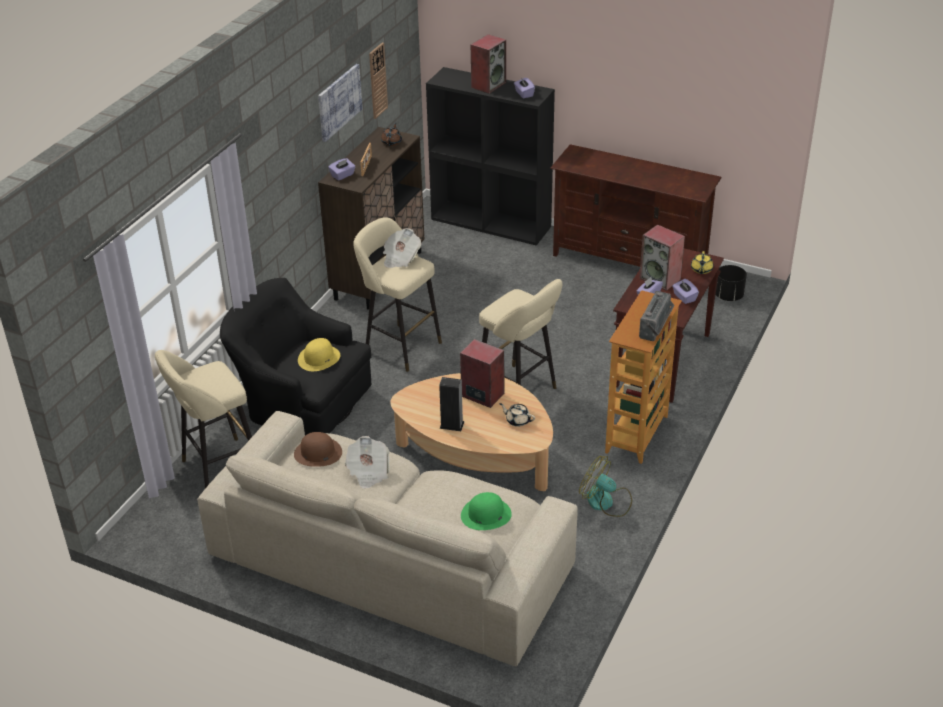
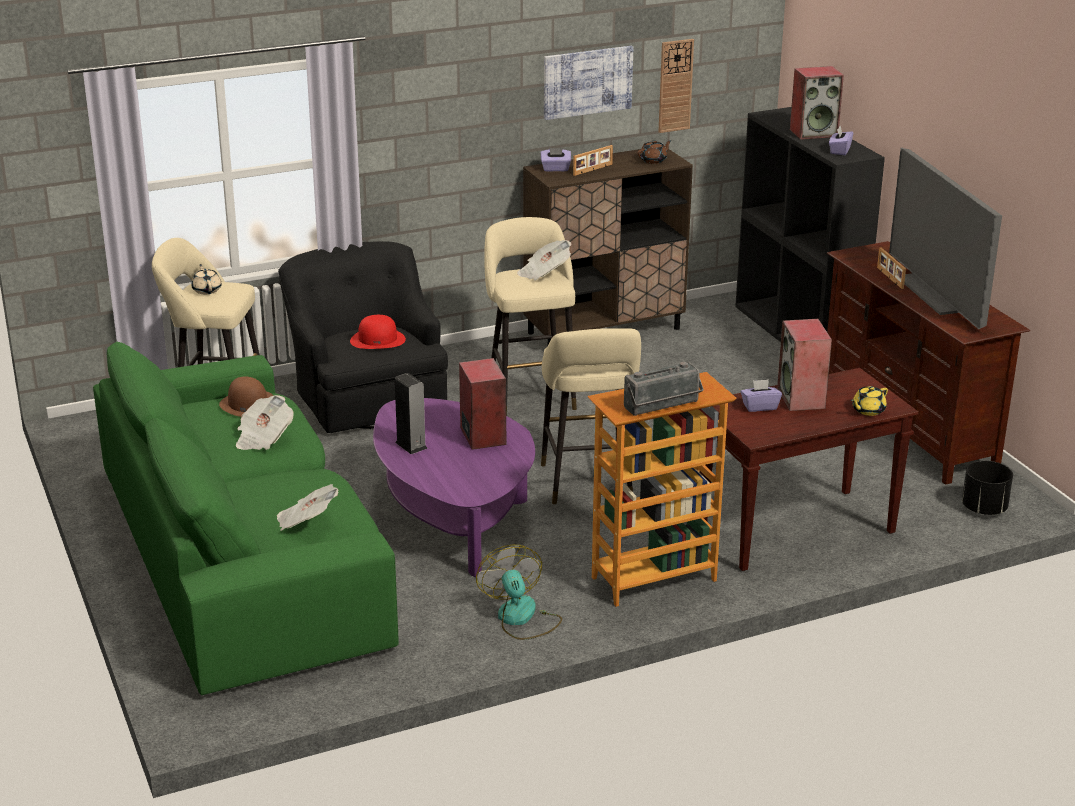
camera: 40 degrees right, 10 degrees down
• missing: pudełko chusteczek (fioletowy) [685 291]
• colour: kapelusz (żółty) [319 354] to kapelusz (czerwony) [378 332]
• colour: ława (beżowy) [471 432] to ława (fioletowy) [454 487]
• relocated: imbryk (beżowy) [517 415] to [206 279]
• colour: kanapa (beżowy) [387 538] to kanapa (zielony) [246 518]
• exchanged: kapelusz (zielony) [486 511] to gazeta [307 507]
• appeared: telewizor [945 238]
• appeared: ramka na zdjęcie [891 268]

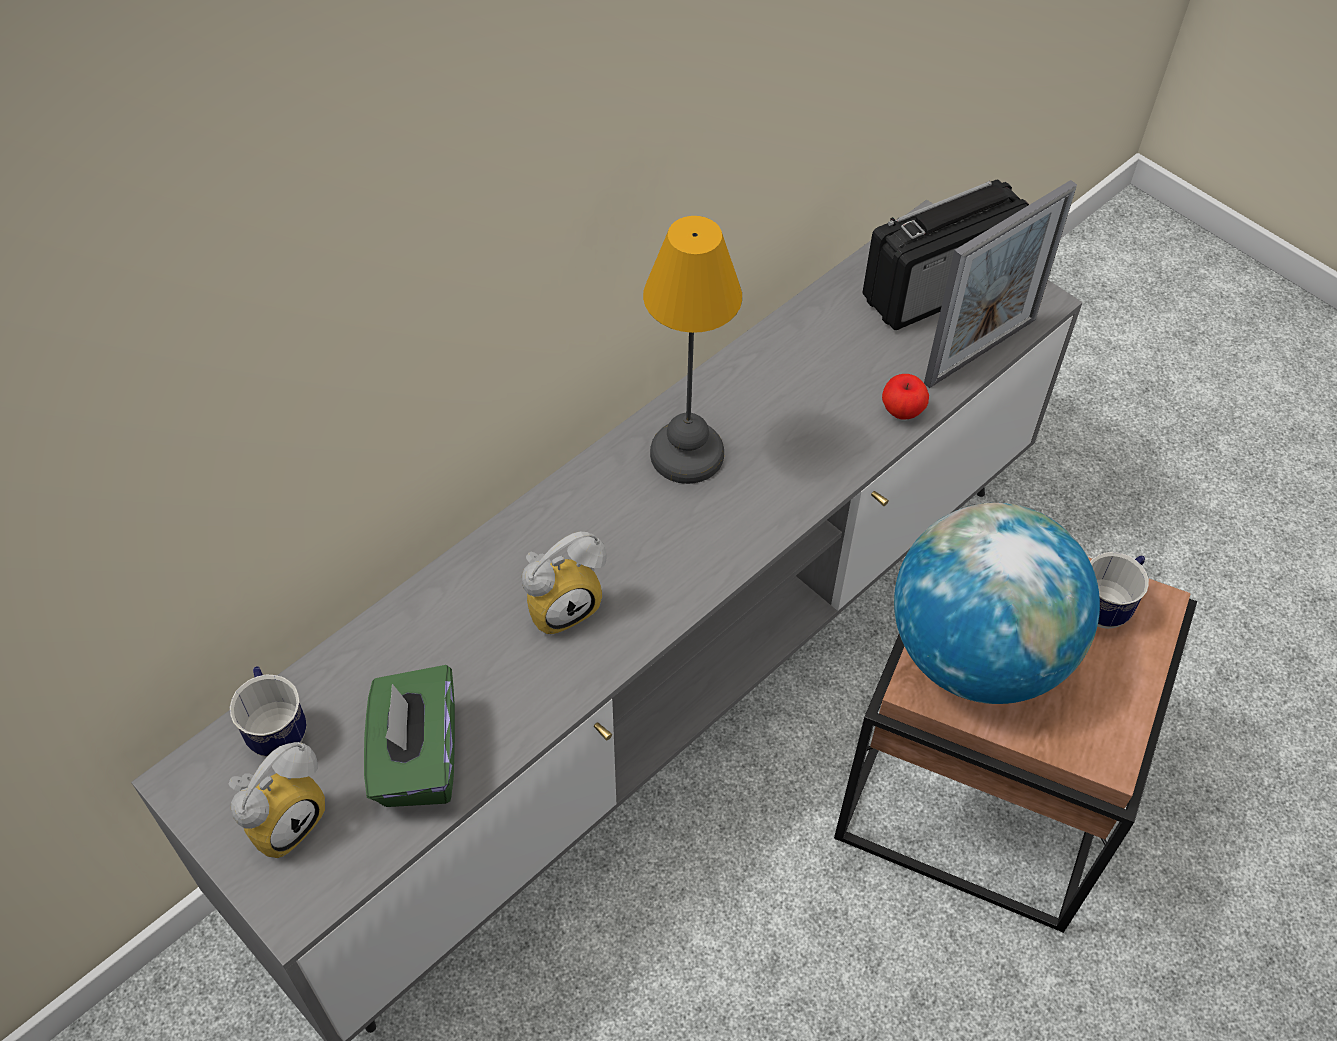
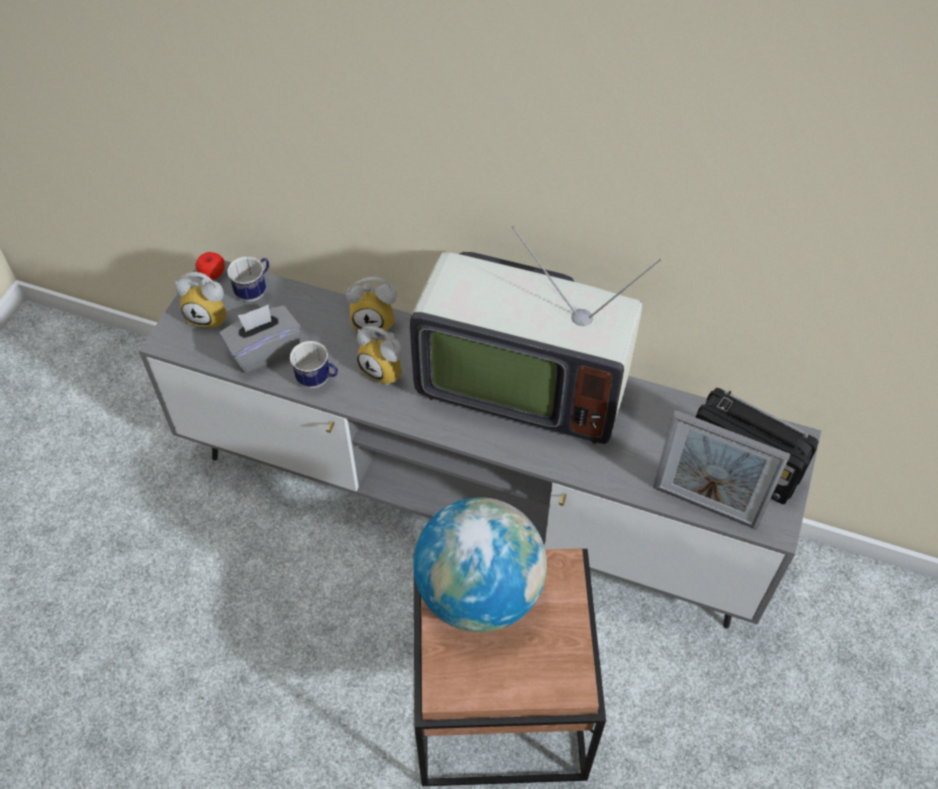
camera: 65 degrees right, 0 degrees up
• exchanged: lampa stołowa [692 350] to telewizor [536 335]
• relocated: jabłko [905 397] to [210 266]
• relocated: kubek [1119 590] to [314 364]
• colour: pudełko chusteczek (zielony) [409 736] to pudełko chusteczek (szary) [260 339]
• appeared: budzik [371 304]

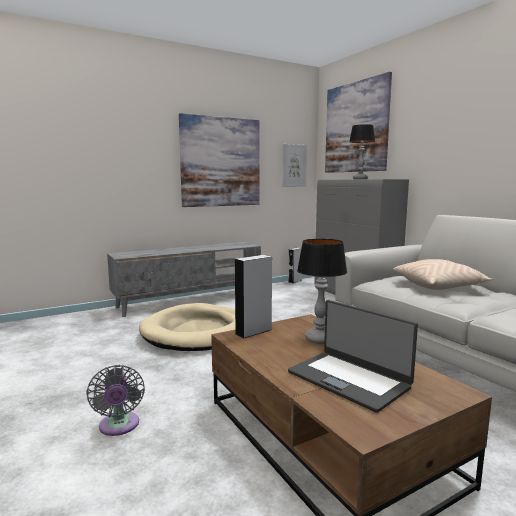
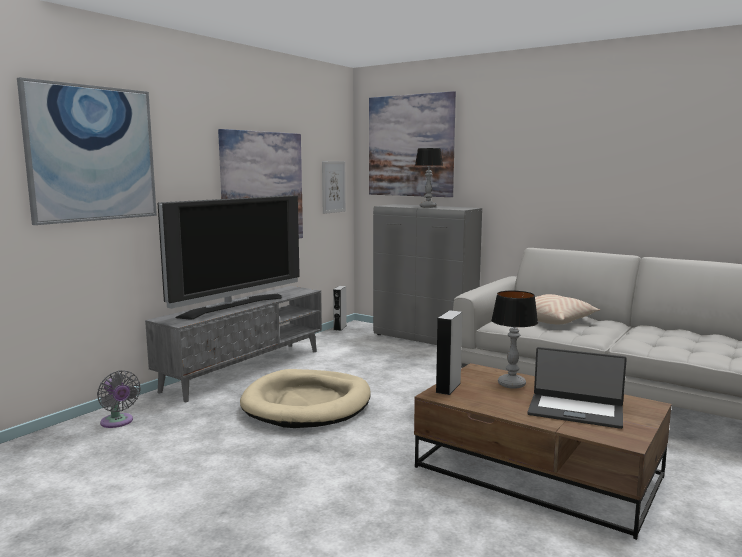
camera: 25 degrees left, 0 degrees up
• relocated: wentylator (szary) [115 400] to [119 399]
• appeared: obraz [87 151]
• appeared: telewizor [229 257]

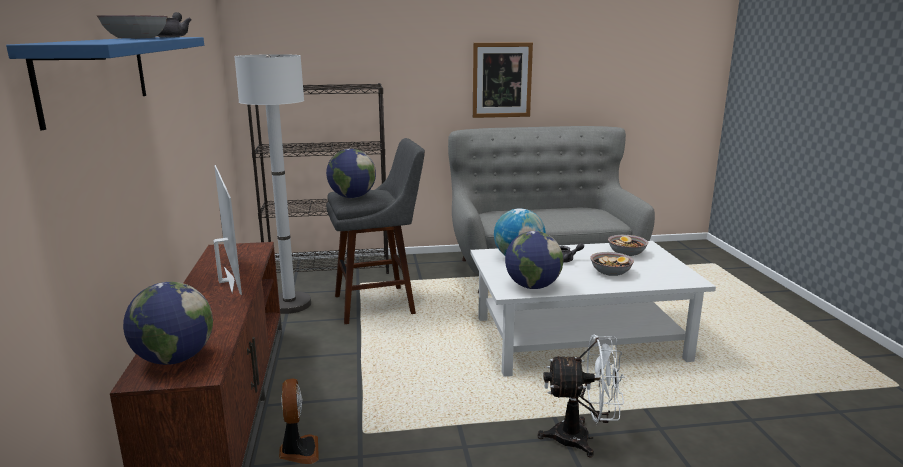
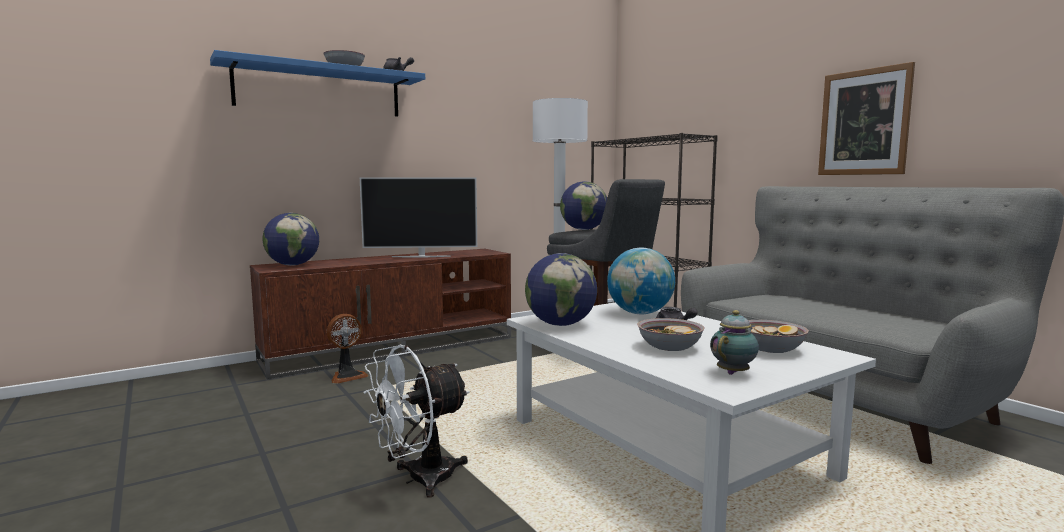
camera: 65 degrees right, 10 degrees down
• spun: telewizor [227 230] = [418 217] 45 degrees clockwise
• spun: wentylator (biały) [581 396] = [416 421] 75 degrees clockwise
• appeared: imbryk [734 342]

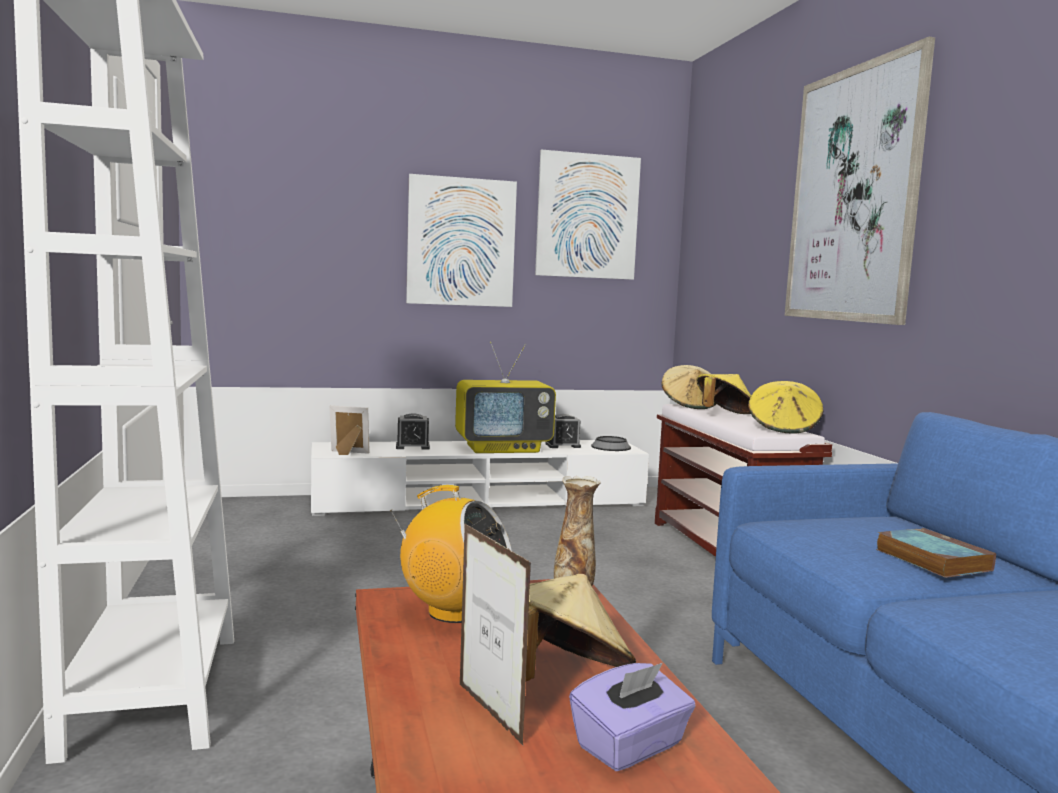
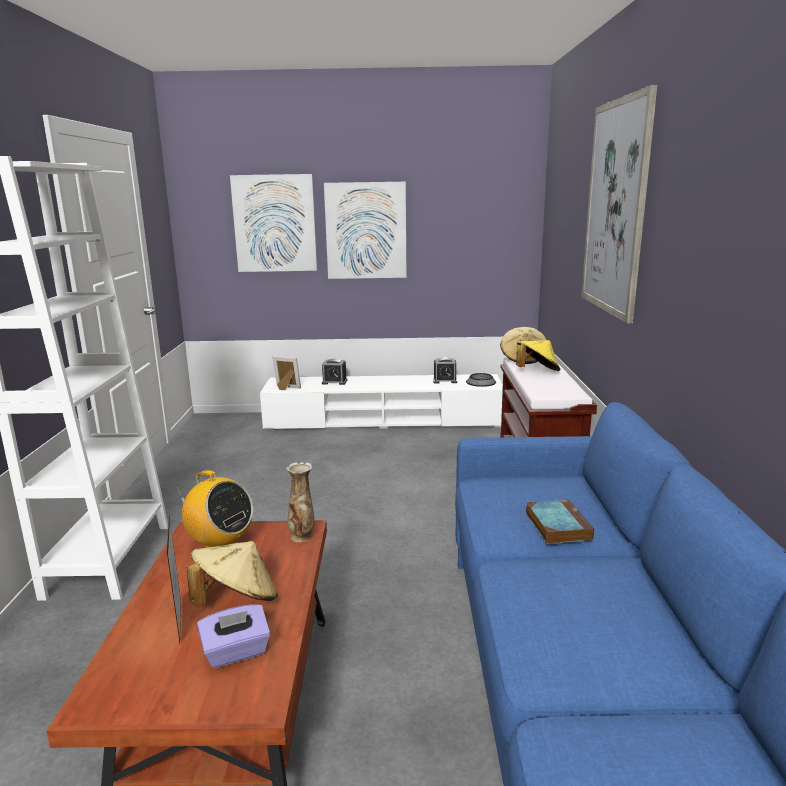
camera: 15 degrees right, 10 degrees up
• relocated: obraz [588 214] to [273 223]
• missing: telewizor [505 397]
• missing: kapelusz (żółty) [785 407]

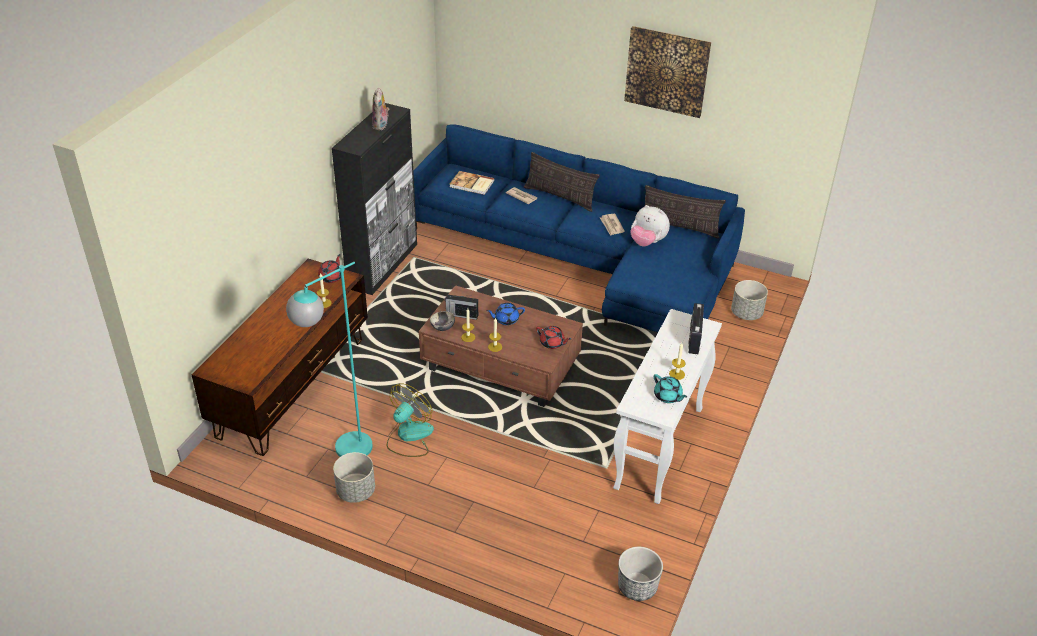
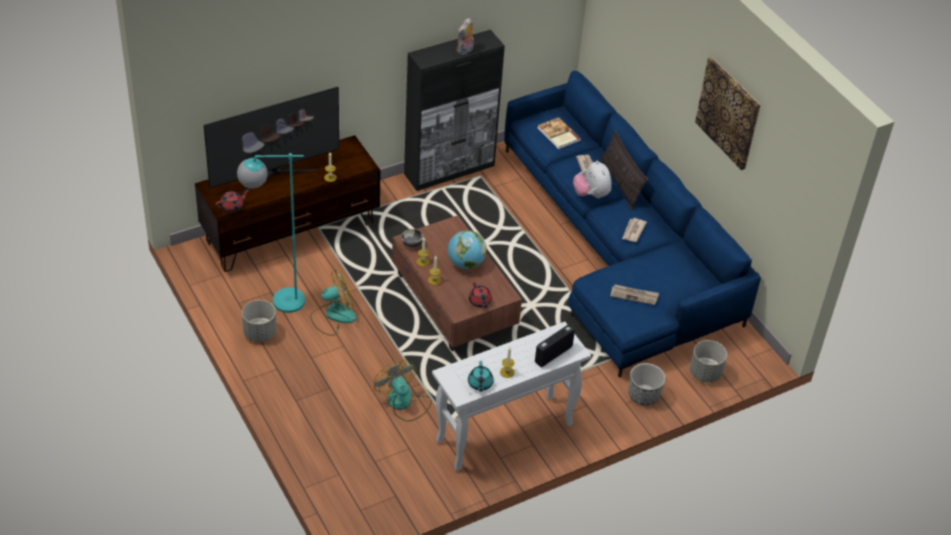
camera: 35 degrees right, 5 degrees up
• missing: poduszka [685 211]
• relocated: pluszak [650 225] to [592 179]
• relocated: imbryk (czerwony) [329 268] to [232 201]
• missing: radio [461 307]
• exchanged: imbryk (niebieski) [506 314] to globus [467 249]
• relocated: donica [640 574] to [647 384]
• appeared: telewizor [271 140]
• appeared: gazeta [634 294]
• appeared: wentylator [403 391]

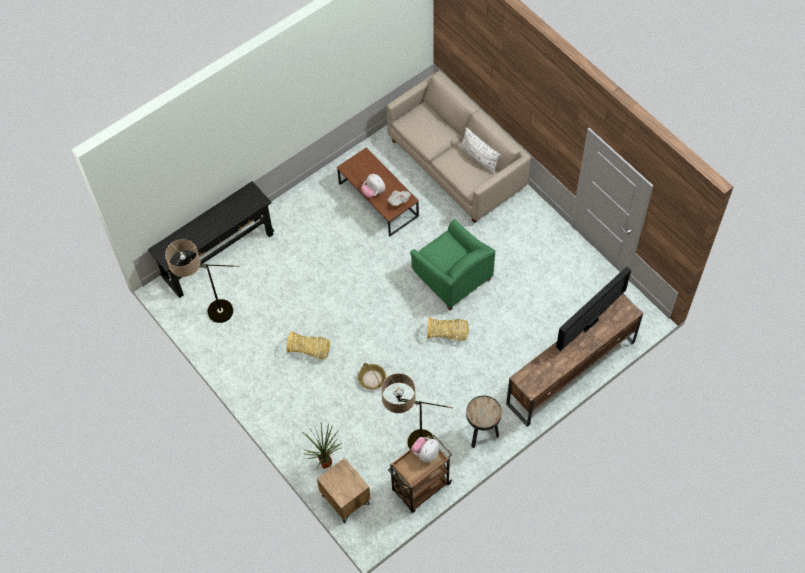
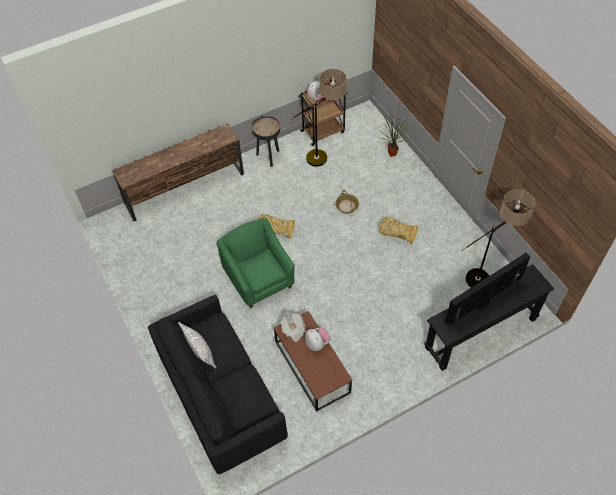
camera: 170 degrees left, 5 degrees down
• colour: kanapa (beżowy) [459 147] to kanapa (czarny) [218 385]
• relocated: telewizor [593 309] to [488 289]
• missing: szafka nocna (brązowy) [344 490]

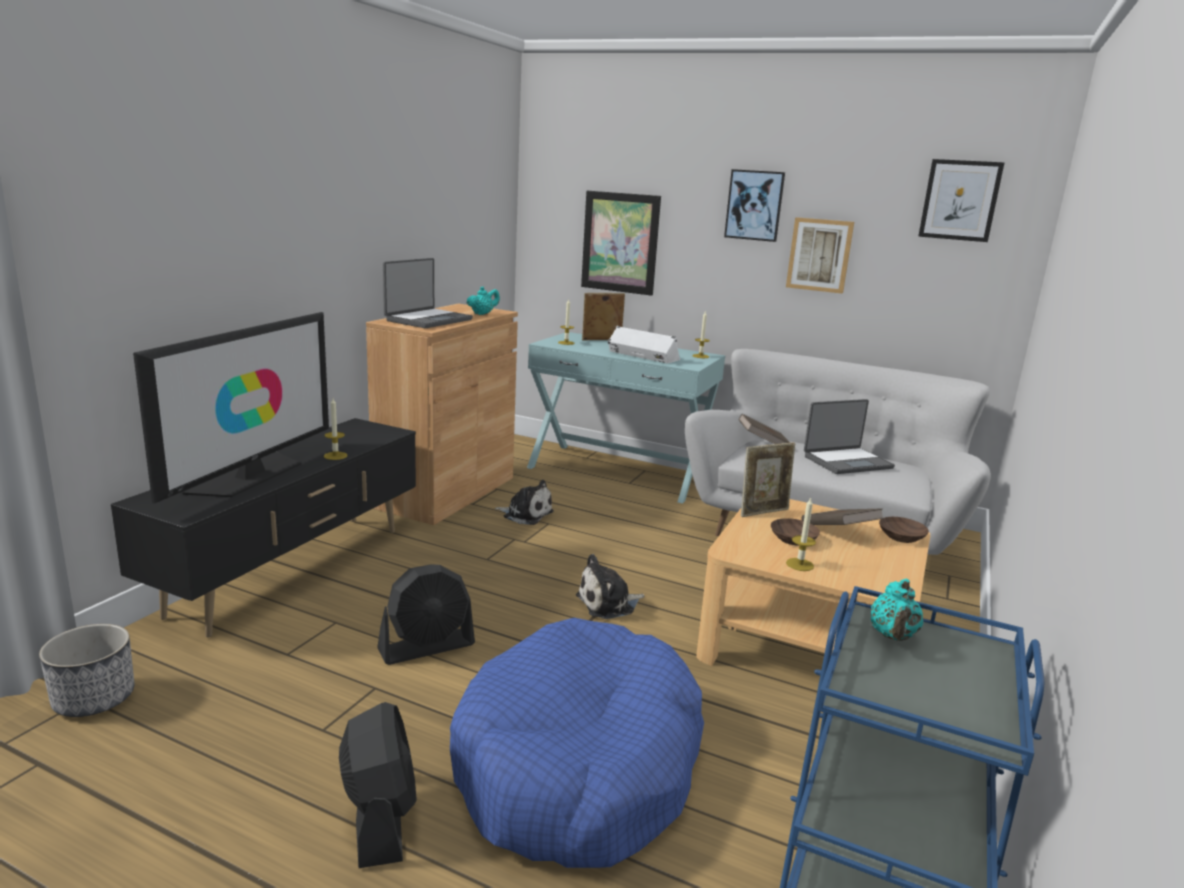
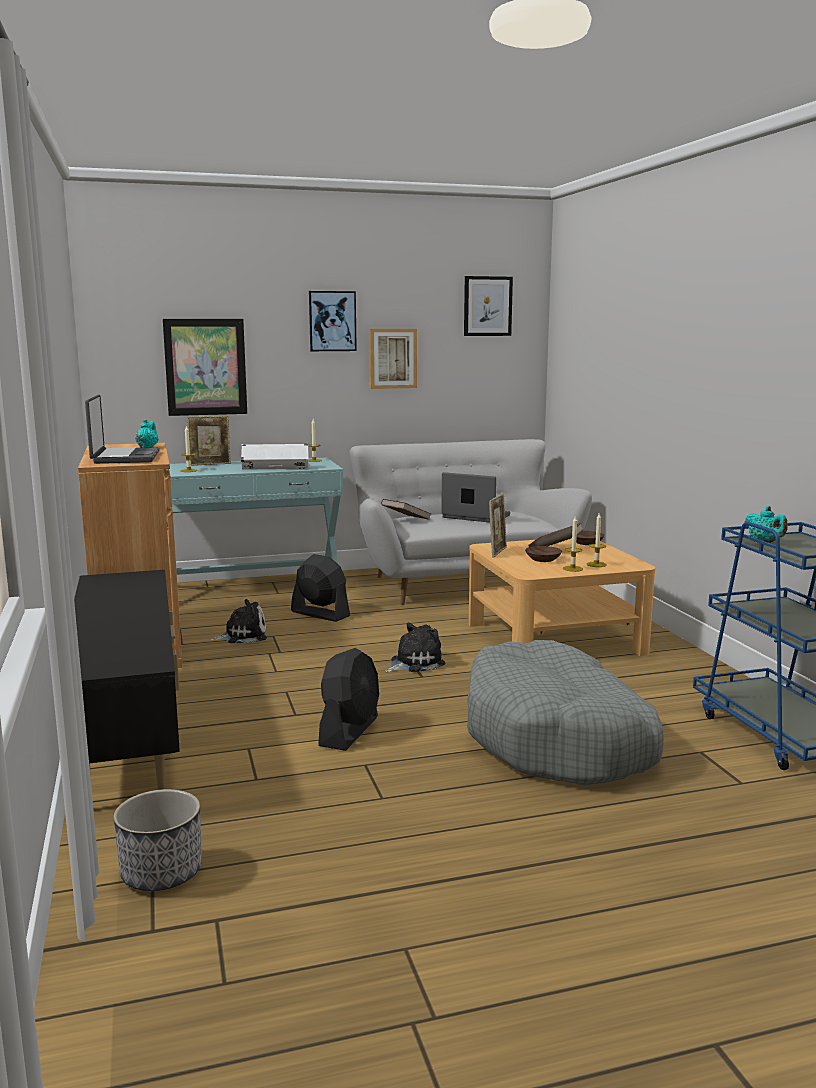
camera: 40 degrees left, 5 degrees down
• spun: ramka na zdjęcie [603 316] = [209 441] 150 degrees counterclockwise
• missing: telewizor [231 408]
• relocated: świeca [335 429] to [596 540]
• spun: laptop [849 436] = [475 497] 90 degrees counterclockwise
• spun: pluszak [610 586] = [415 648] 150 degrees counterclockwise
• colour: legowisko (niebieski) [577 743] to legowisko (szary) [565 712]
• relocated: wentylator (czarny) [378 785] to [320 588]

